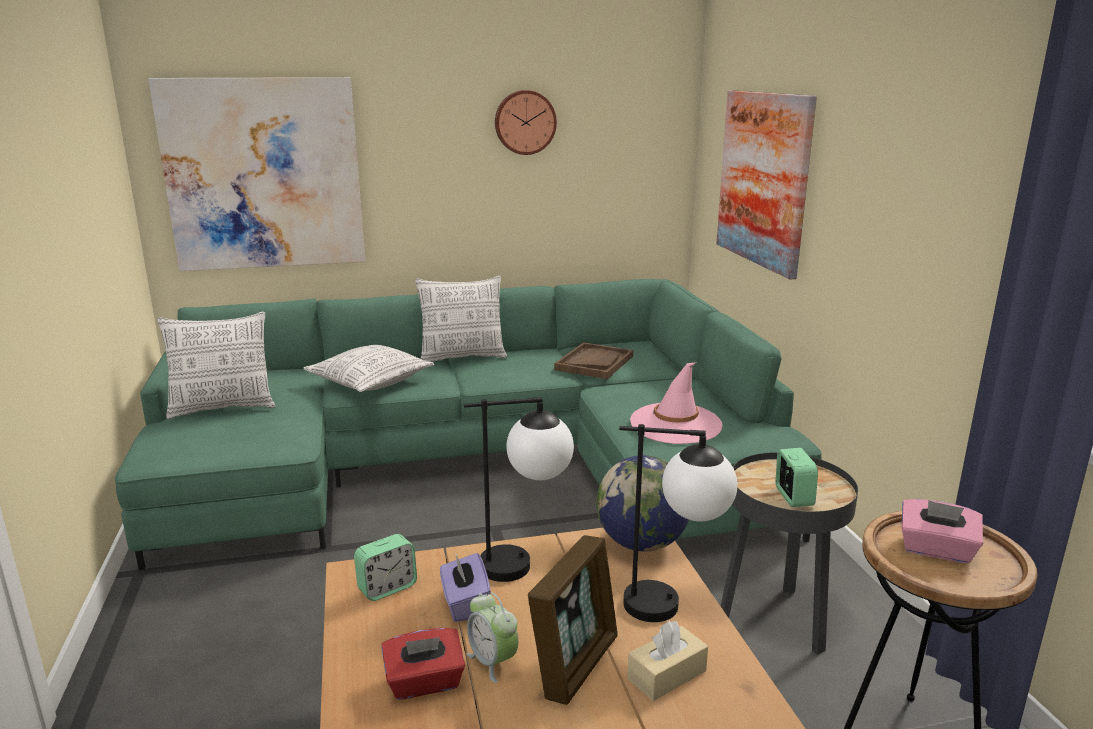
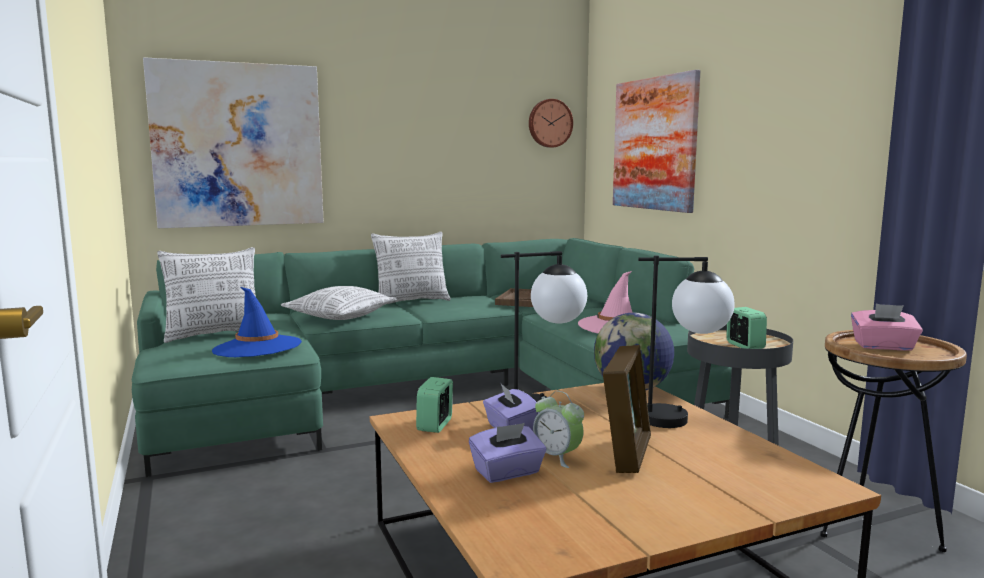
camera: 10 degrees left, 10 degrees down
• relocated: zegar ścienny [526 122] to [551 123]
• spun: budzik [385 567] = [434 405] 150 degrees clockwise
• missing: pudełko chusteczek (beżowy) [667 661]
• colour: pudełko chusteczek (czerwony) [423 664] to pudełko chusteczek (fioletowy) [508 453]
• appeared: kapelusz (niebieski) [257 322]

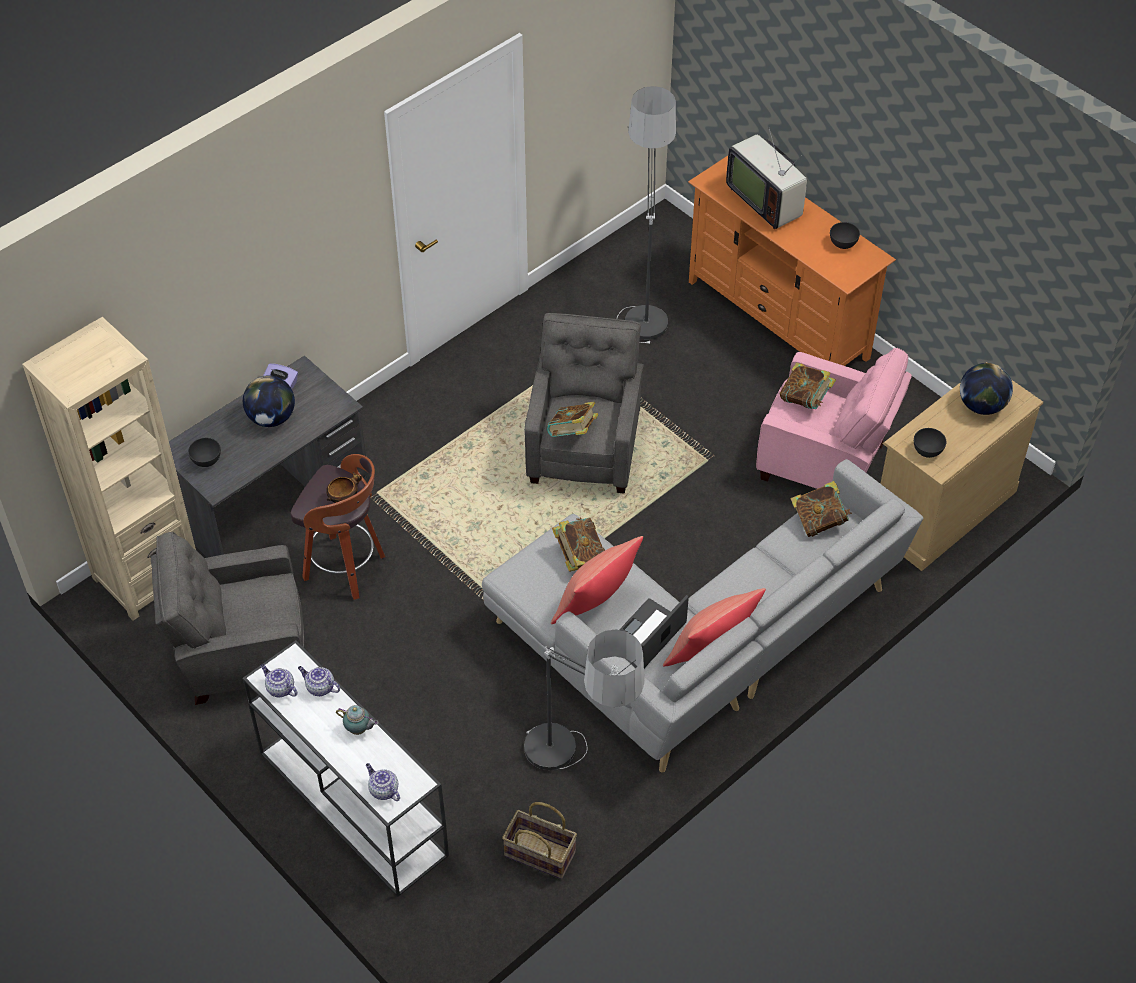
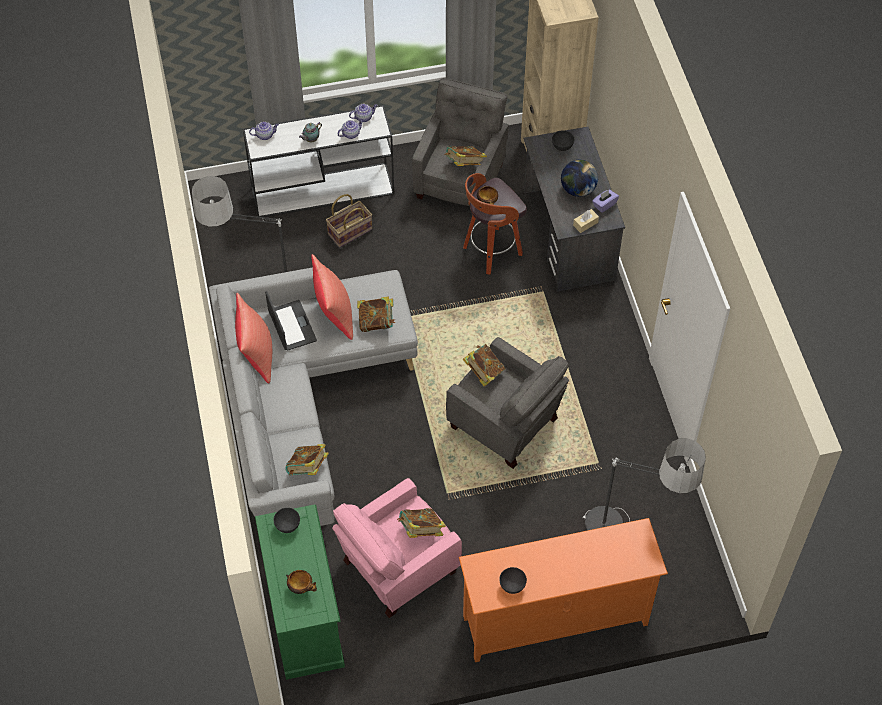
camera: 120 degrees right, 5 degrees up
• missing: telewizor [766 179]
• colour: komoda (beżowy) [961 466] to komoda (zielony) [300 592]
• exchanged: globus [986 389] to miska [301 582]
• relocated: koszyk [539 840] to [349 221]
• appeared: książka [465 156]
• appeared: pudełko chusteczek (beżowy) [586 221]

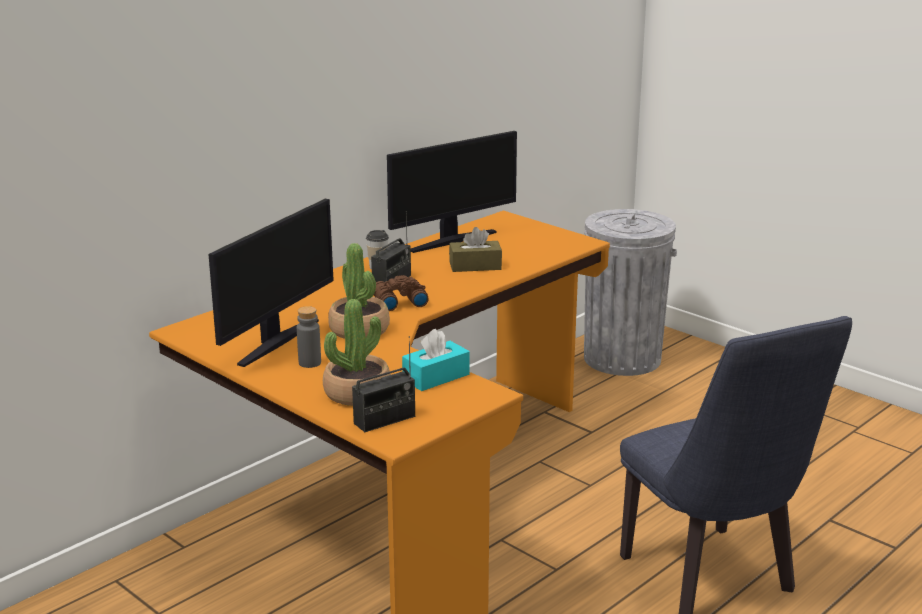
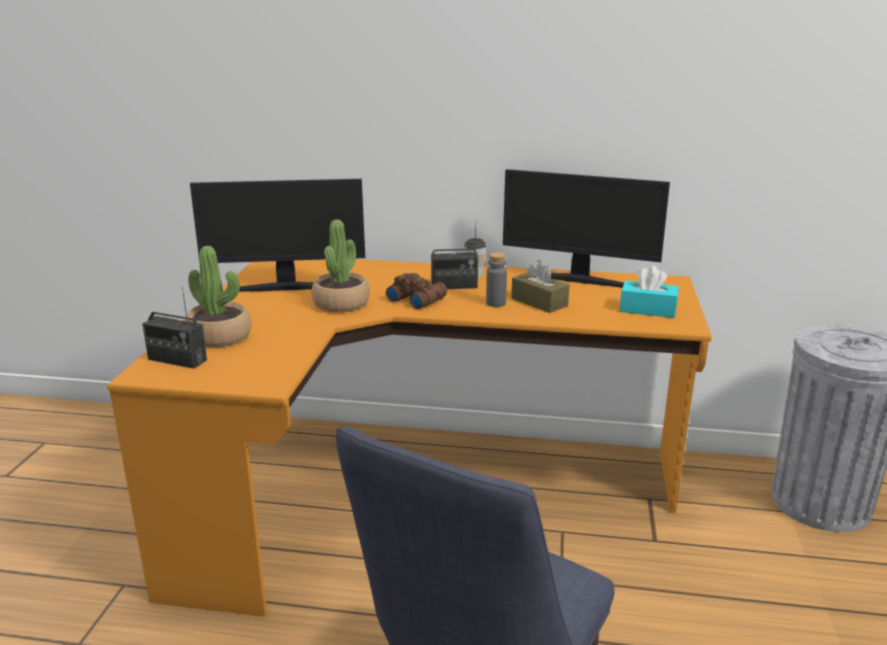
camera: 55 degrees right, 0 degrees up
• relocated: butelka (szary) [309 337] to [496 279]
• relocated: pudełko chusteczek (turkusowy) [436 360] to [649 292]

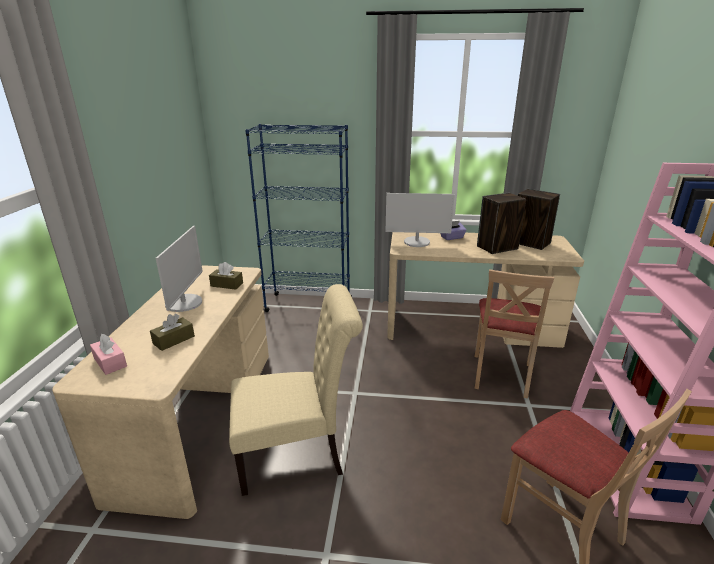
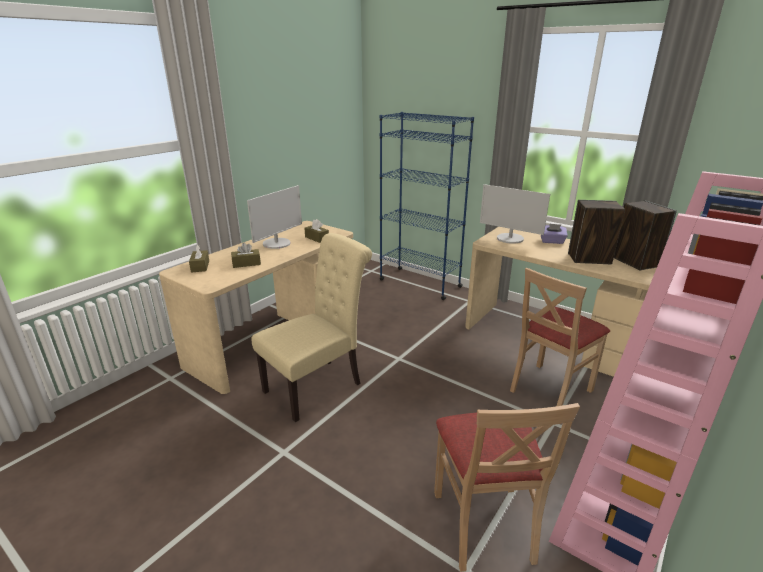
camera: 30 degrees right, 0 degrees up
• spun: krzesło (beżowy) [296 390] = [311 327] 60 degrees counterclockwise
• colour: pudełko chusteczek (różowy) [108 354] to pudełko chusteczek (brązowy) [199 259]

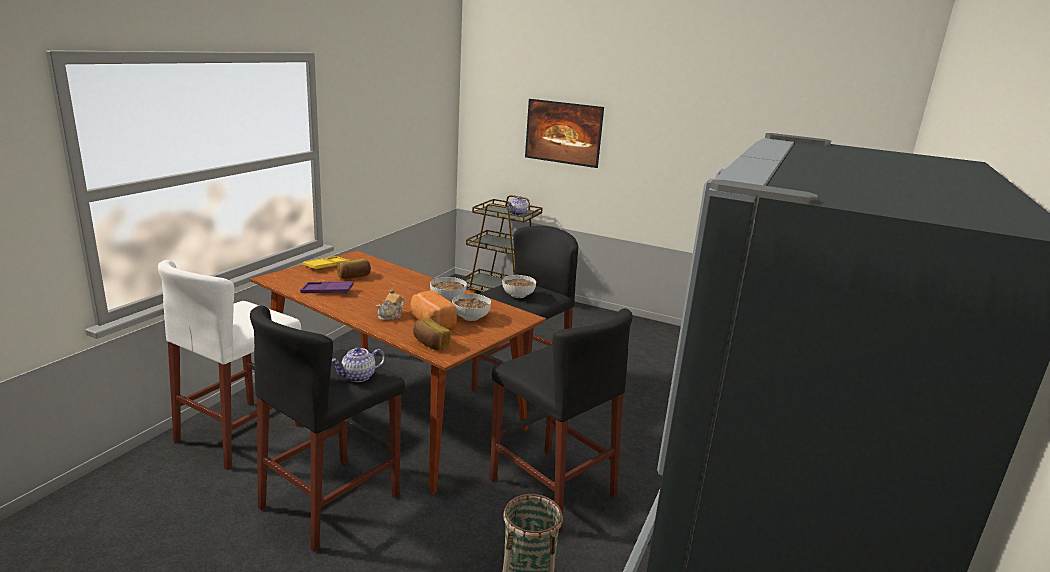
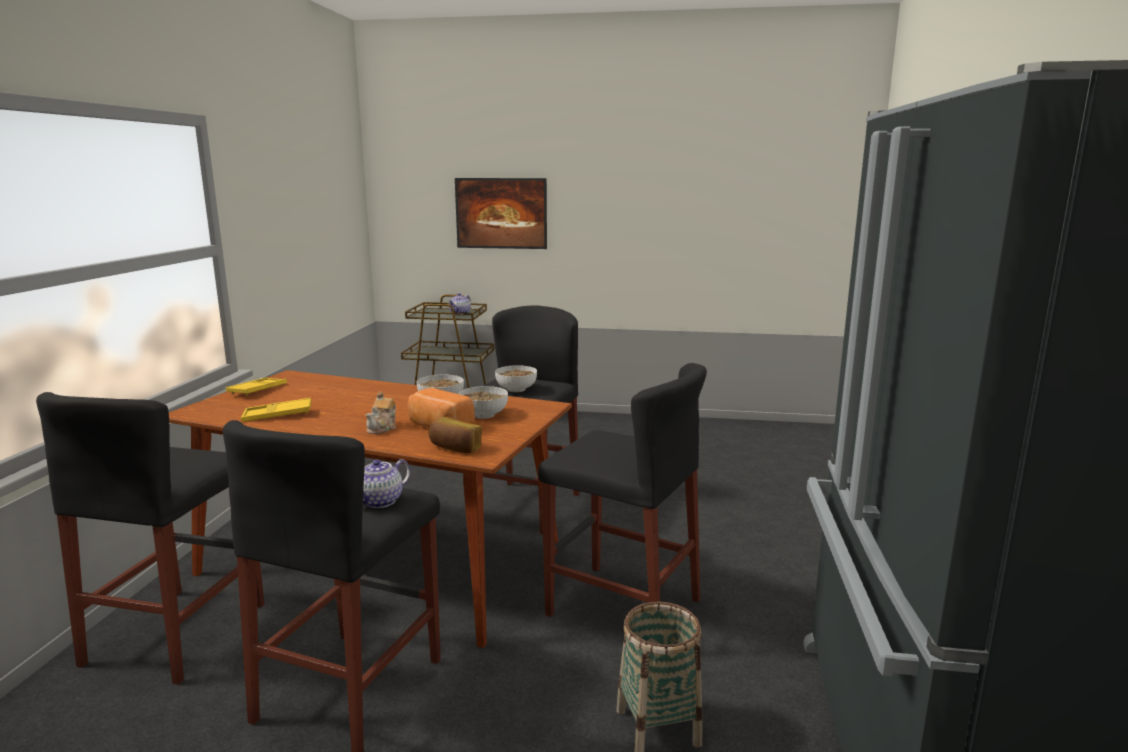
camera: 15 degrees left, 5 degrees down
• missing: chleb [354 269]
• colour: stołek (biały) [230 365] to stołek (czarny) [150 538]
• colour: taca (fioletowy) [327 287] to taca (żółty) [276 410]

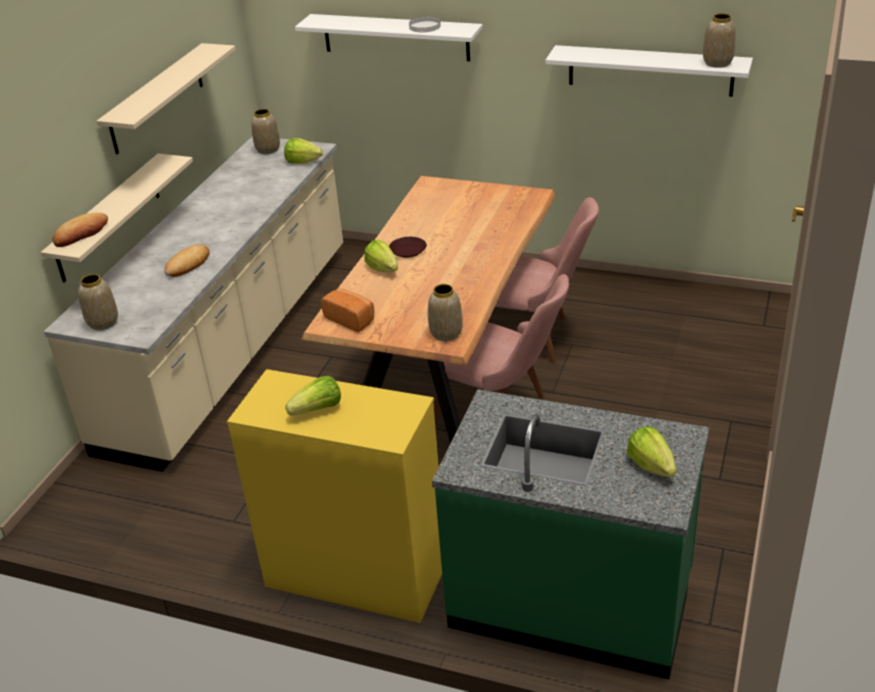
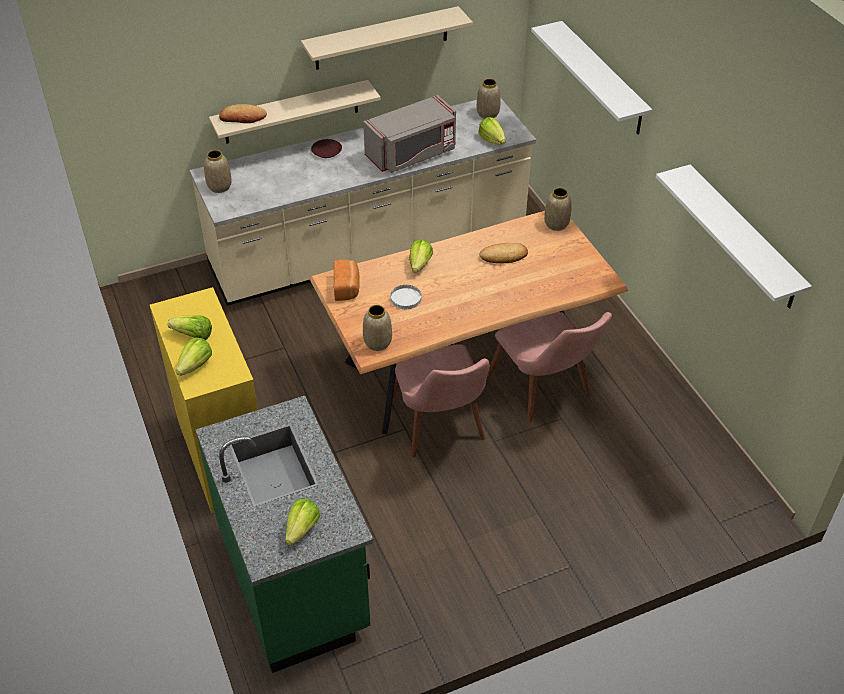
camera: 45 degrees right, 10 degrees up
• relocated: wazon [719 40] to [558 209]
• relocated: talerz (biały) [425 24] to [405 297]
• relocated: talerz (brązowy) [408 247] to [326 148]
• relocated: chleb [187 260] to [503 253]
• appeared: mikrofalówka (szary) [409 134]
• appeared: sałata [194 357]

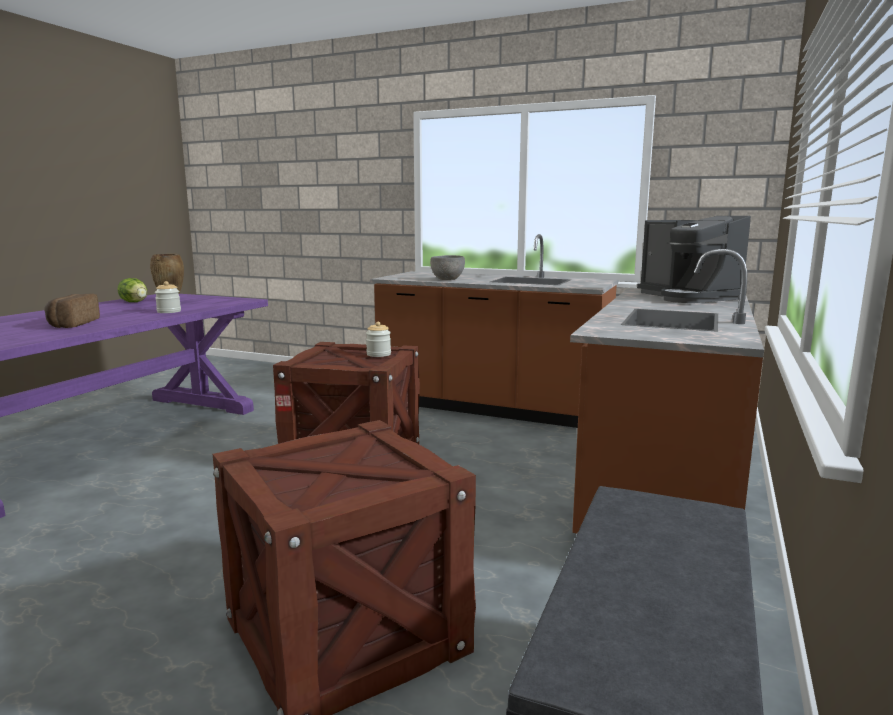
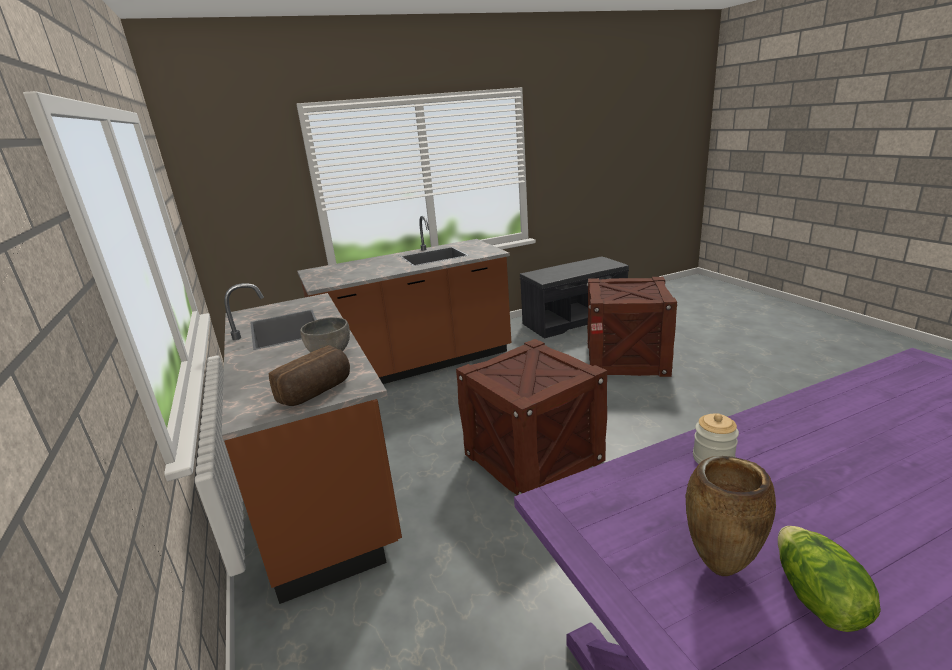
camera: 135 degrees left, 10 degrees up
• missing: ekspres do kawy [694 259]
• relocated: chleb [72 311] to [309 375]
• missing: słoik [378 339]

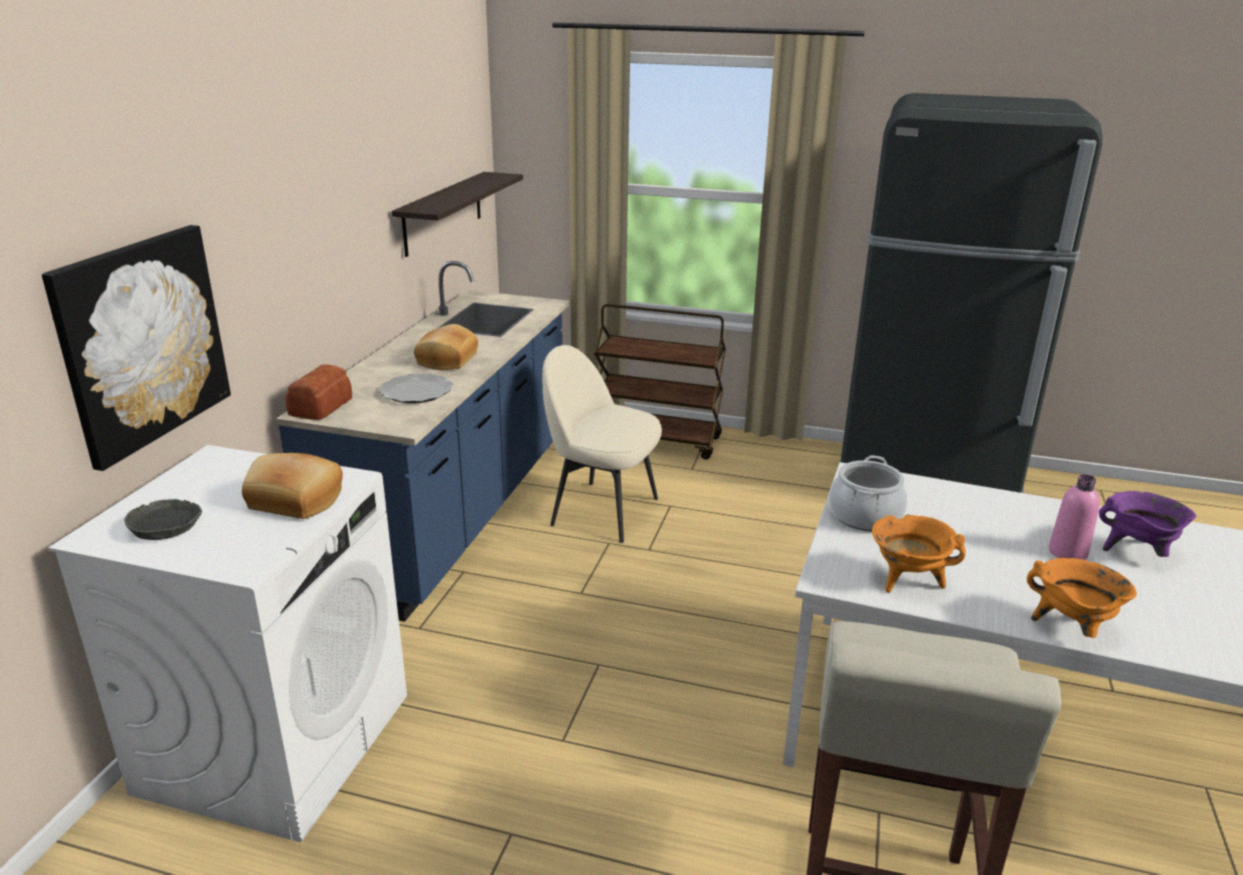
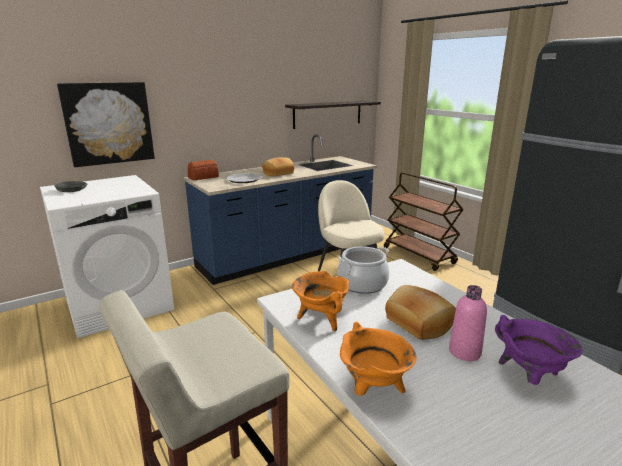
camera: 40 degrees right, 5 degrees down
• relocated: chleb [292 486] to [420 312]

